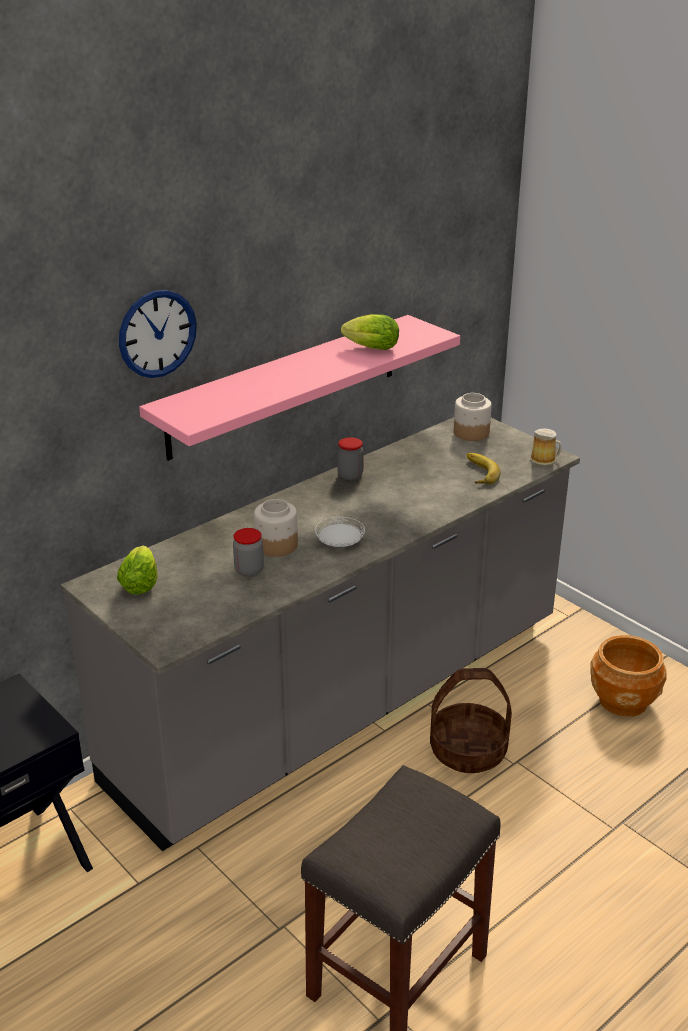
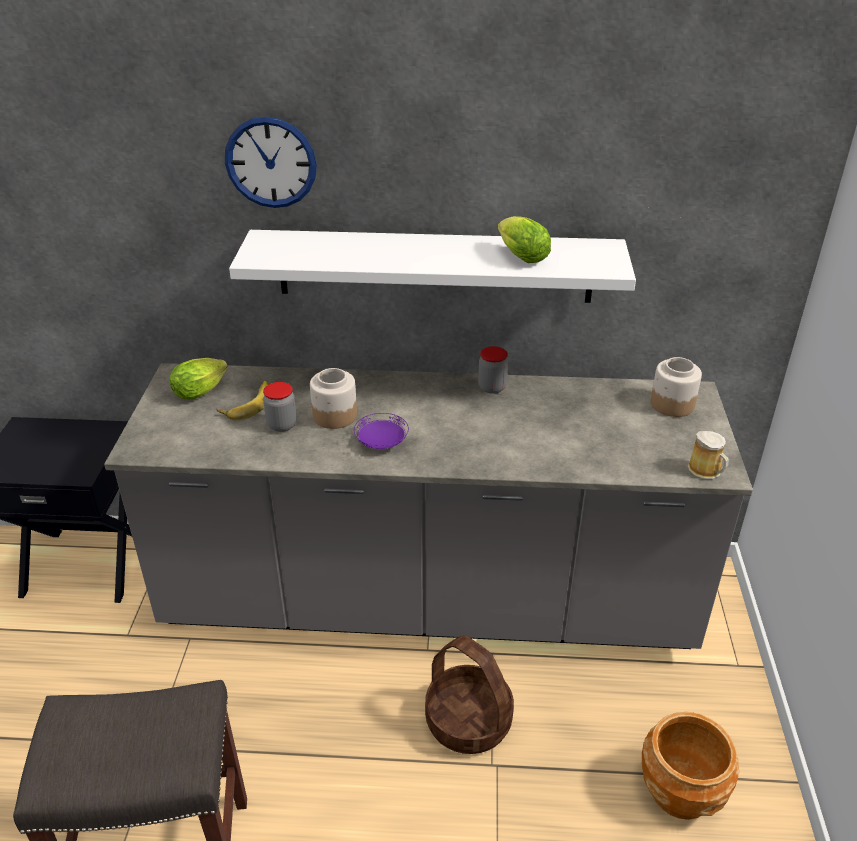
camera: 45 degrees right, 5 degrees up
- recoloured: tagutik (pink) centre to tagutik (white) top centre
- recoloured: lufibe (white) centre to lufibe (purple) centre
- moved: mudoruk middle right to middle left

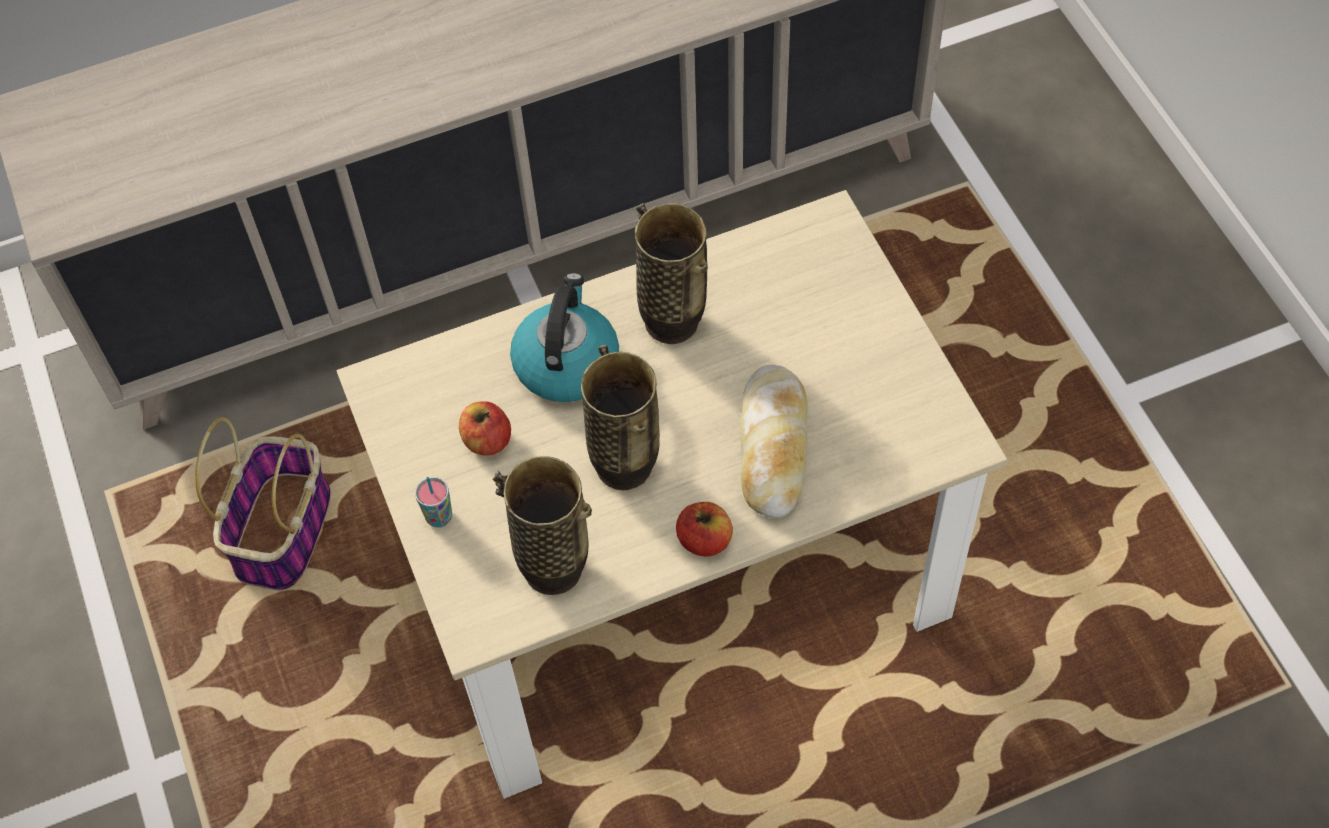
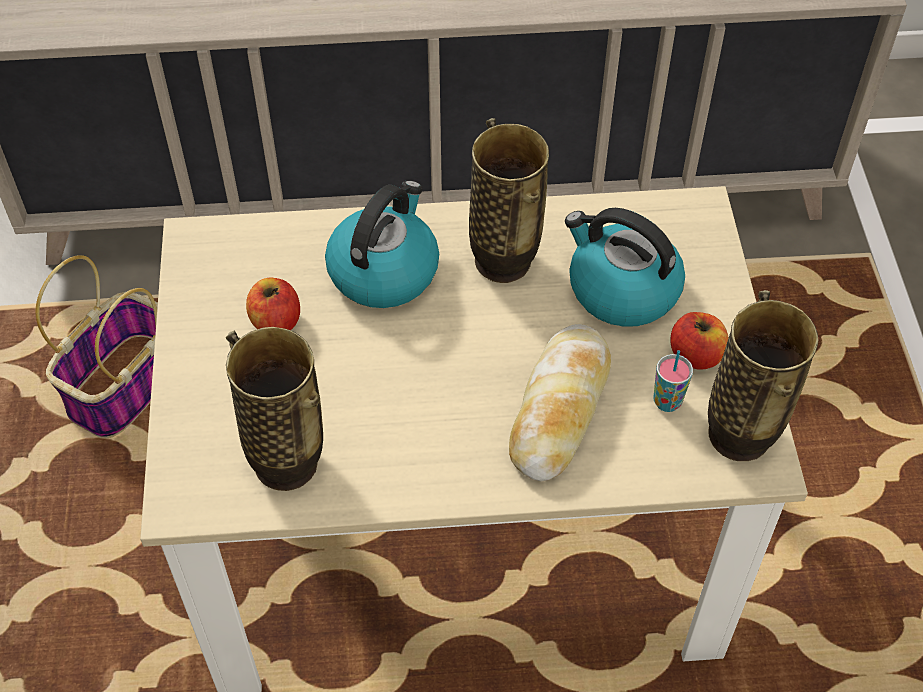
camera: 15 degrees right, 5 degrees down
- moved: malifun middle left to middle right
- moved: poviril (2nd from left in the first image) centre to poviril (3rd from left) middle right
- moved: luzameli (2nd from left) centre to middle right
- added: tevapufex (2nd from left) middle right

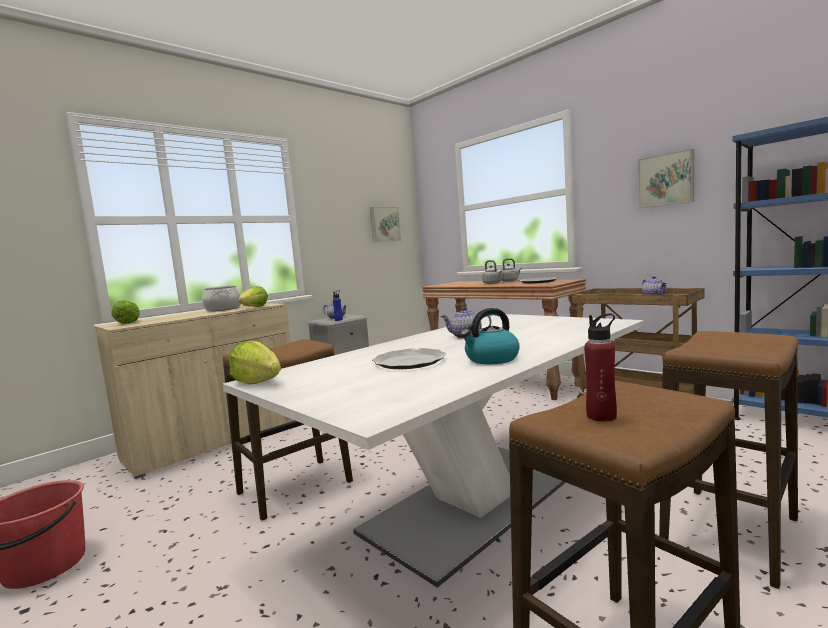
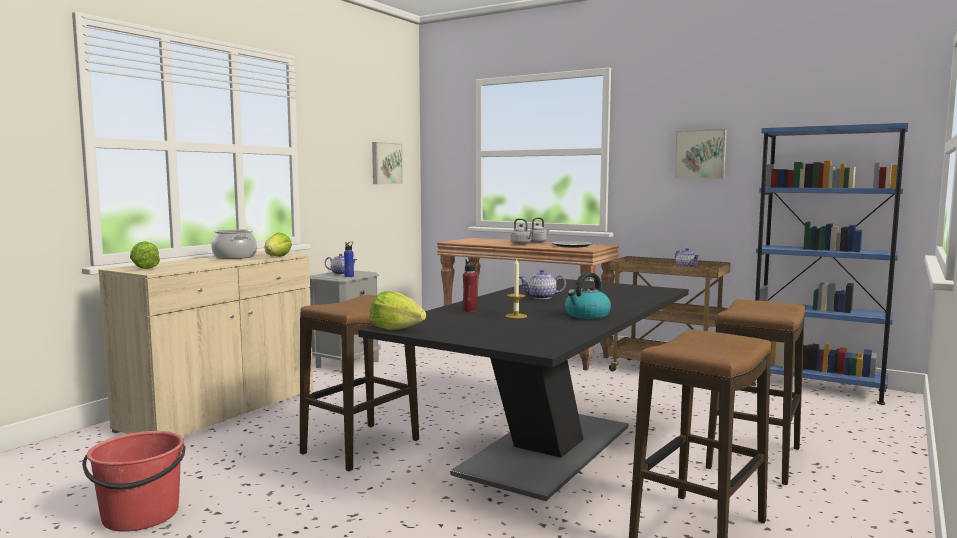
camera: 15 degrees left, 0 degrees up
- recoloured: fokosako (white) bottom centre to fokosako (black) bottom centre
- replaced: lufibe (1st from left) centre to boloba centre
- moved: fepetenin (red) middle right to centre

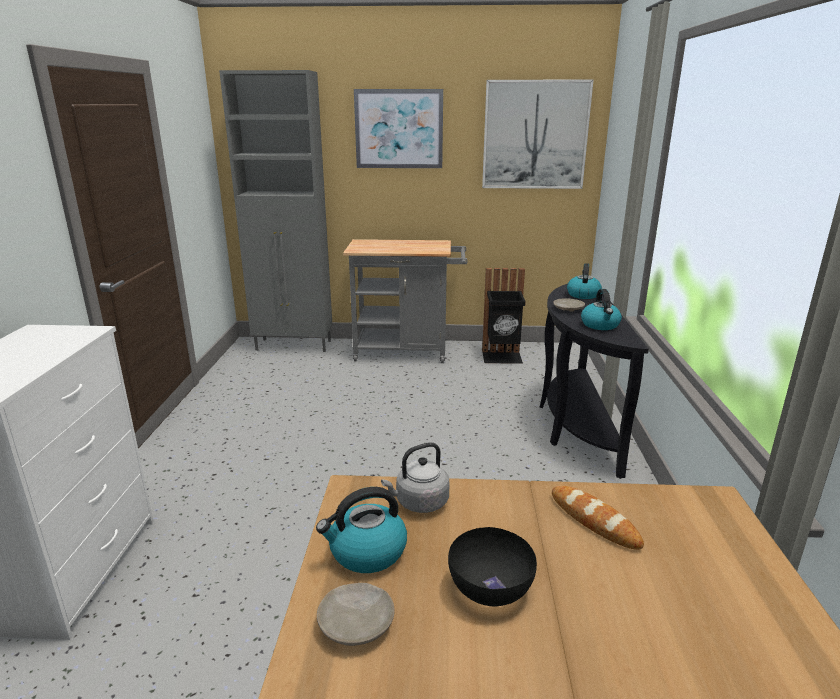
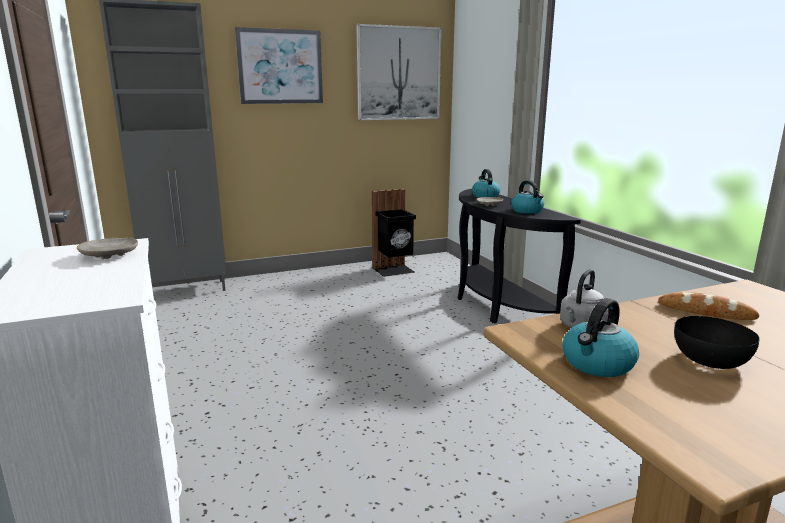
camera: 25 degrees left, 5 degrees down
- moved: lufibe (beige) (1st from left) bottom centre to middle left
- removed: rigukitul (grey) centre

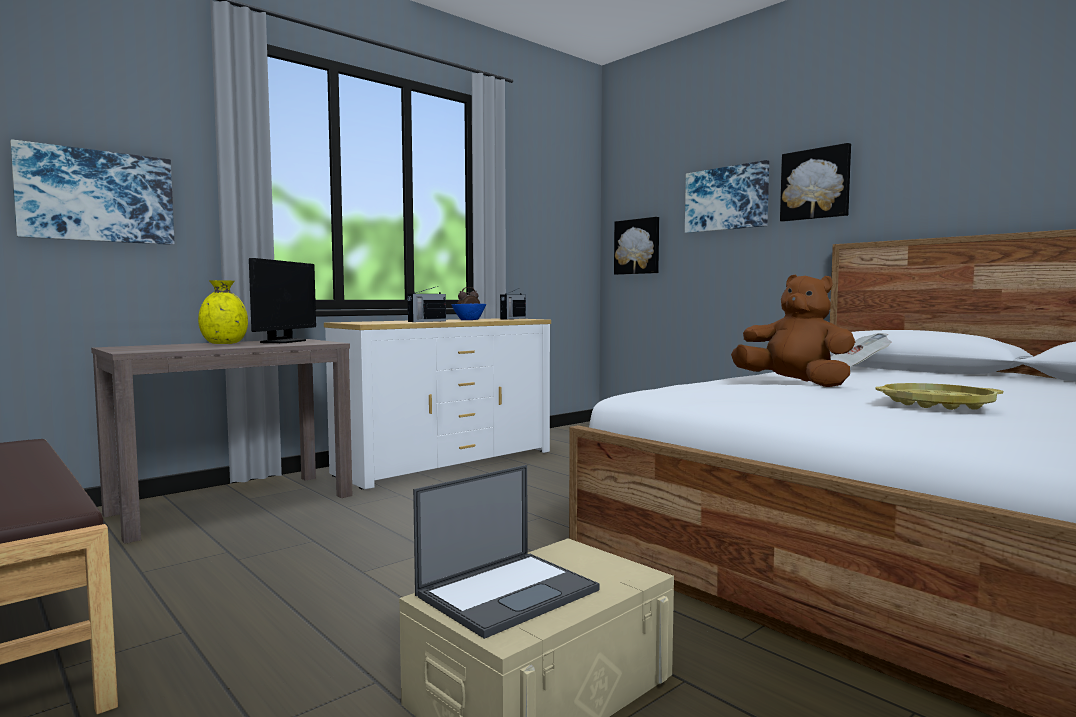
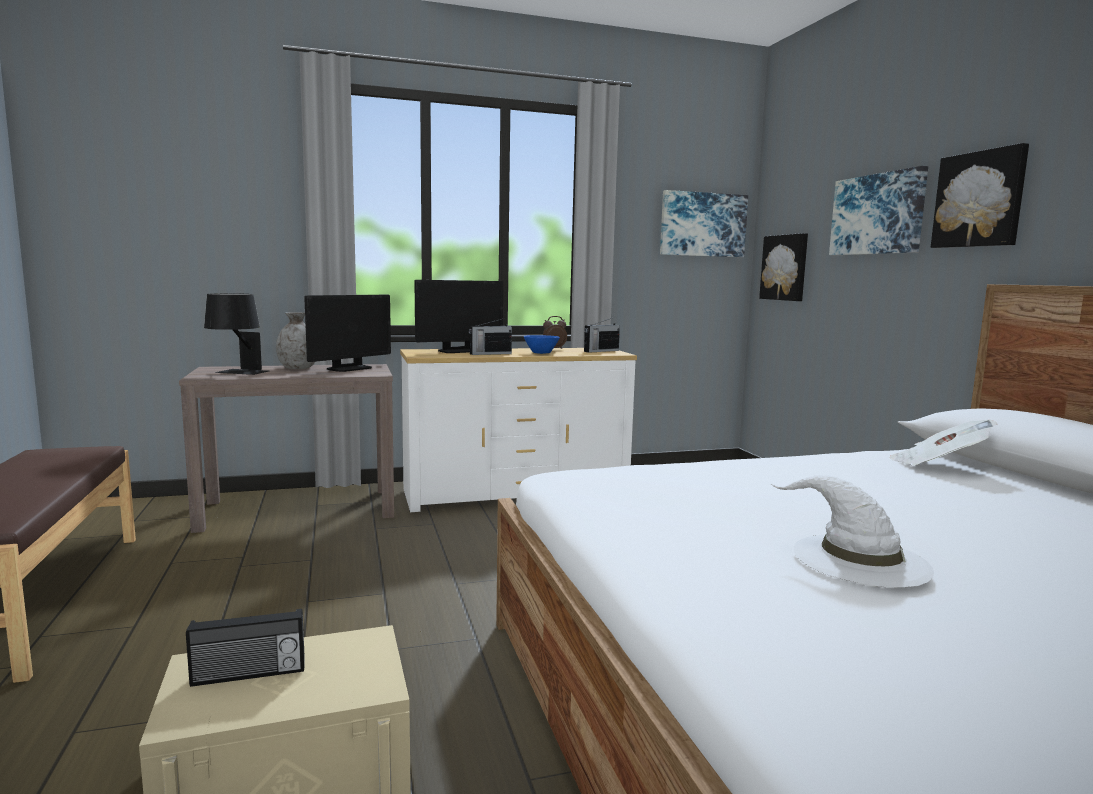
camera: 25 degrees right, 5 degrees up
- moved: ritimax (1st from left) top left to top centre
- recoloured: poviril (yellow) middle left to poviril (grey) middle left
- replaced: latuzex bottom centre to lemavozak (1st from left) bottom left
- removed: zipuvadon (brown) middle right
- replaced: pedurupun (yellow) middle right to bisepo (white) bottom right
- added: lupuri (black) middle left
- added: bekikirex (2nd from left) centre

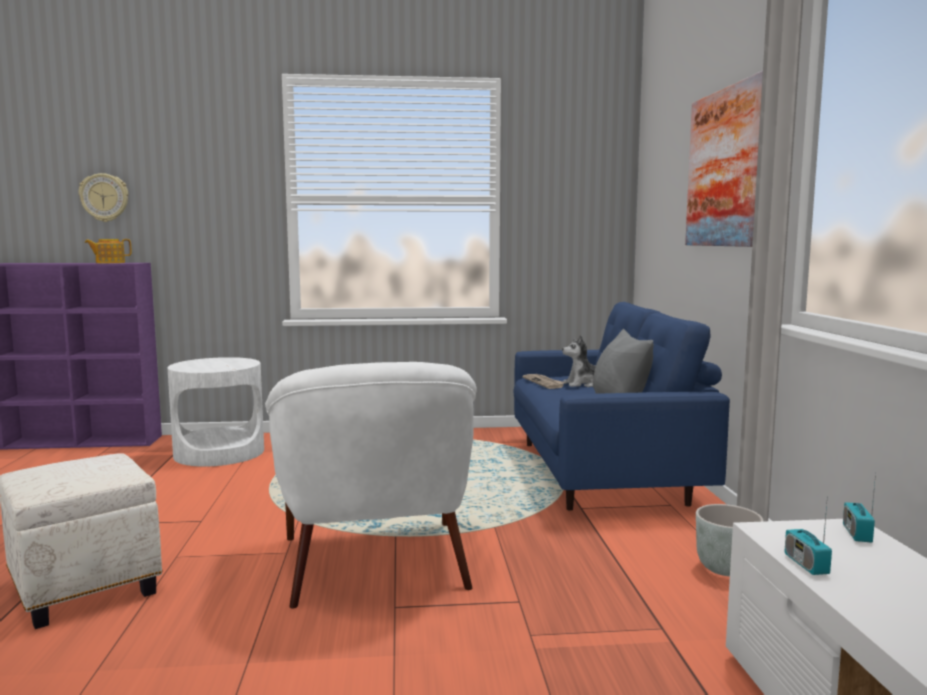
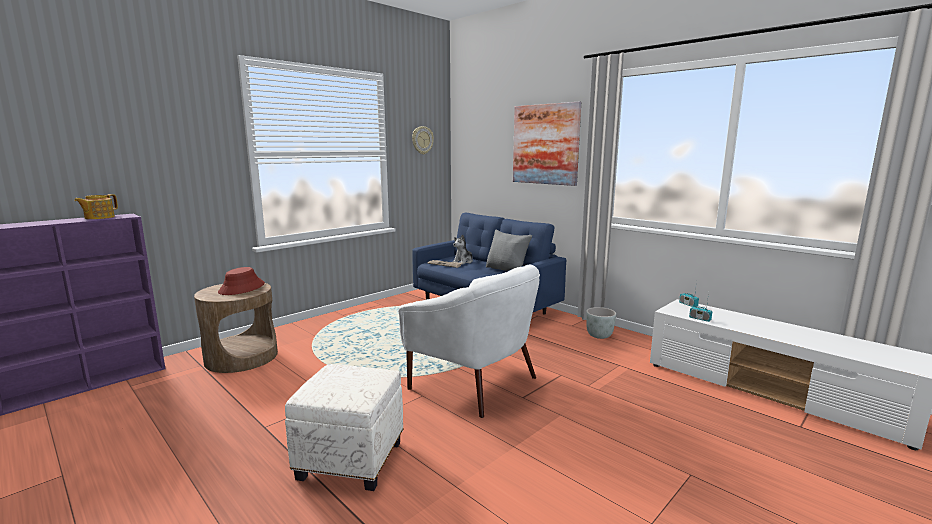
camera: 40 degrees left, 5 degrees up
- moved: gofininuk top left to top centre
- recoloured: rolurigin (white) middle left to rolurigin (brown) middle left
- added: bisepo (red) middle left

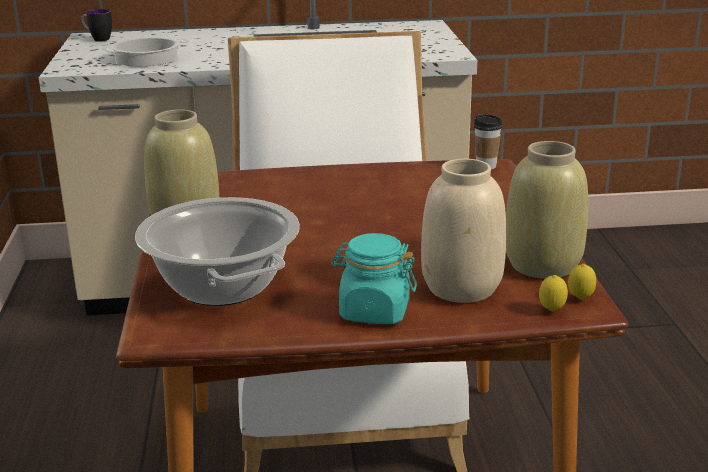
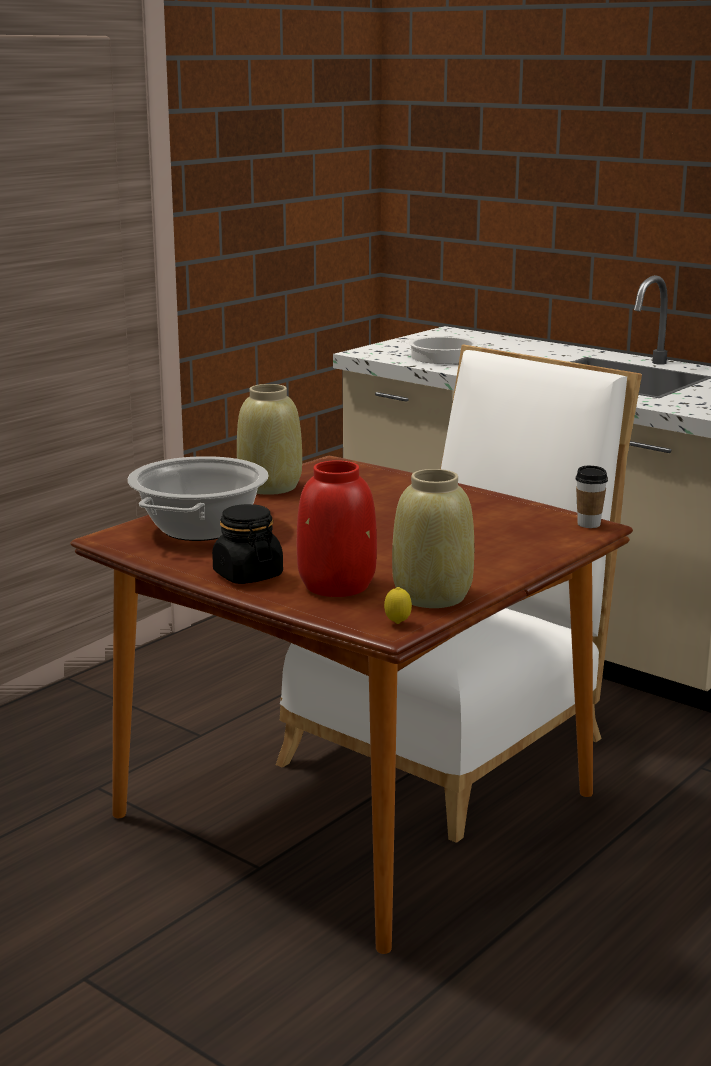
camera: 45 degrees right, 5 degrees down
- removed: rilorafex top left
- recoloured: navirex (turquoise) centre to navirex (black) centre
- recoloured: poviril (beige) (2nd from left) centre to poviril (red) centre
- removed: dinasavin (1st from left) middle right

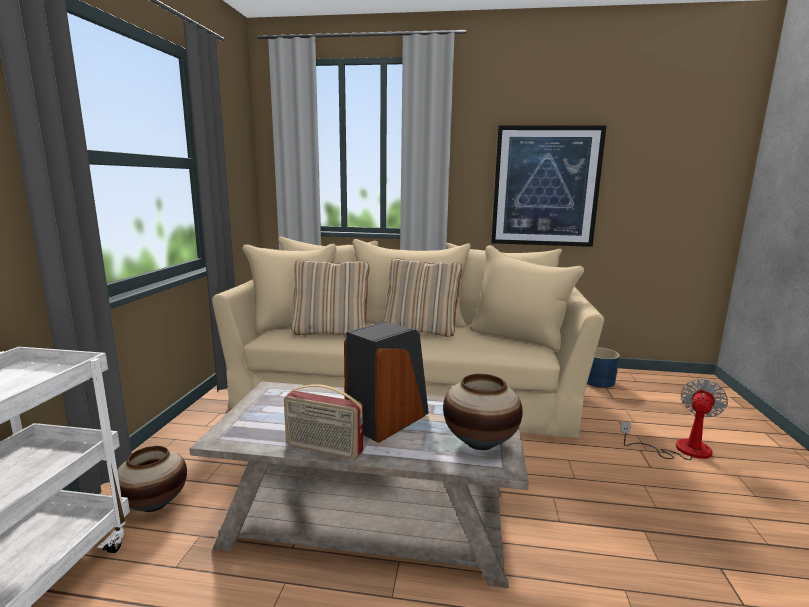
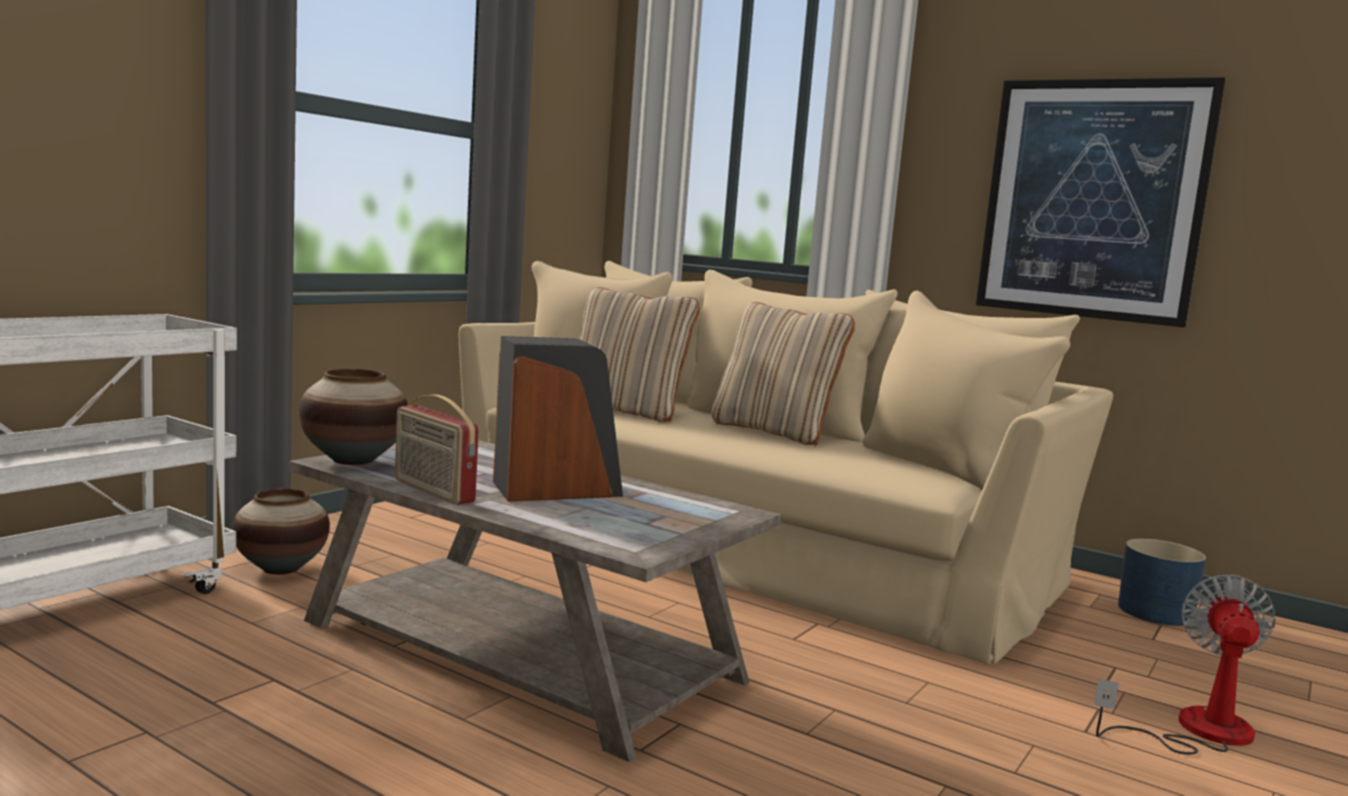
camera: 25 degrees right, 5 degrees down
- moved: poviril (2nd from left) bottom centre to middle left
- turned: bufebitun bottom right = bottom right 45 degrees counterclockwise

